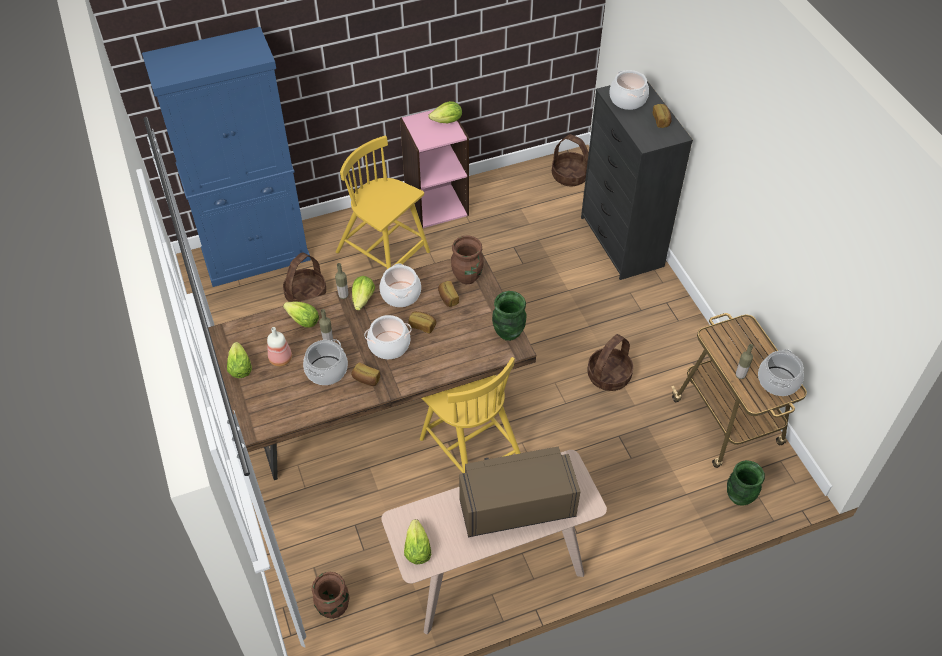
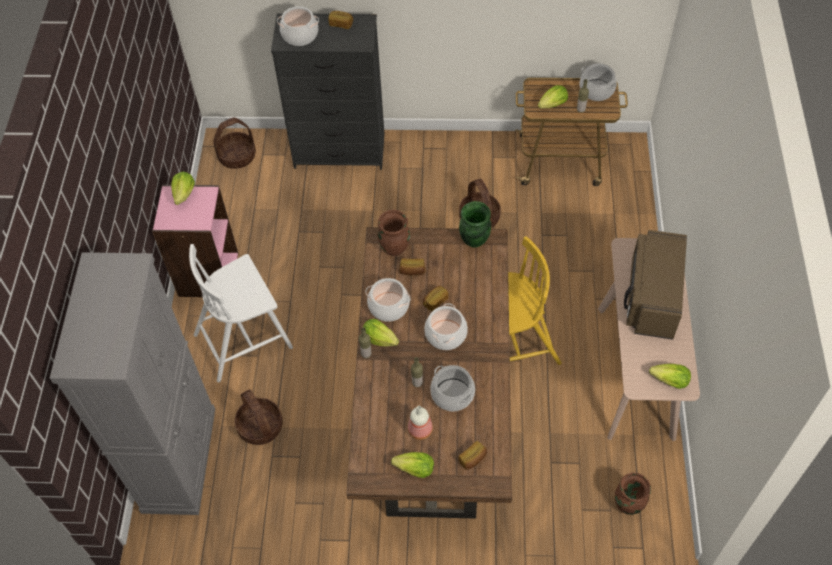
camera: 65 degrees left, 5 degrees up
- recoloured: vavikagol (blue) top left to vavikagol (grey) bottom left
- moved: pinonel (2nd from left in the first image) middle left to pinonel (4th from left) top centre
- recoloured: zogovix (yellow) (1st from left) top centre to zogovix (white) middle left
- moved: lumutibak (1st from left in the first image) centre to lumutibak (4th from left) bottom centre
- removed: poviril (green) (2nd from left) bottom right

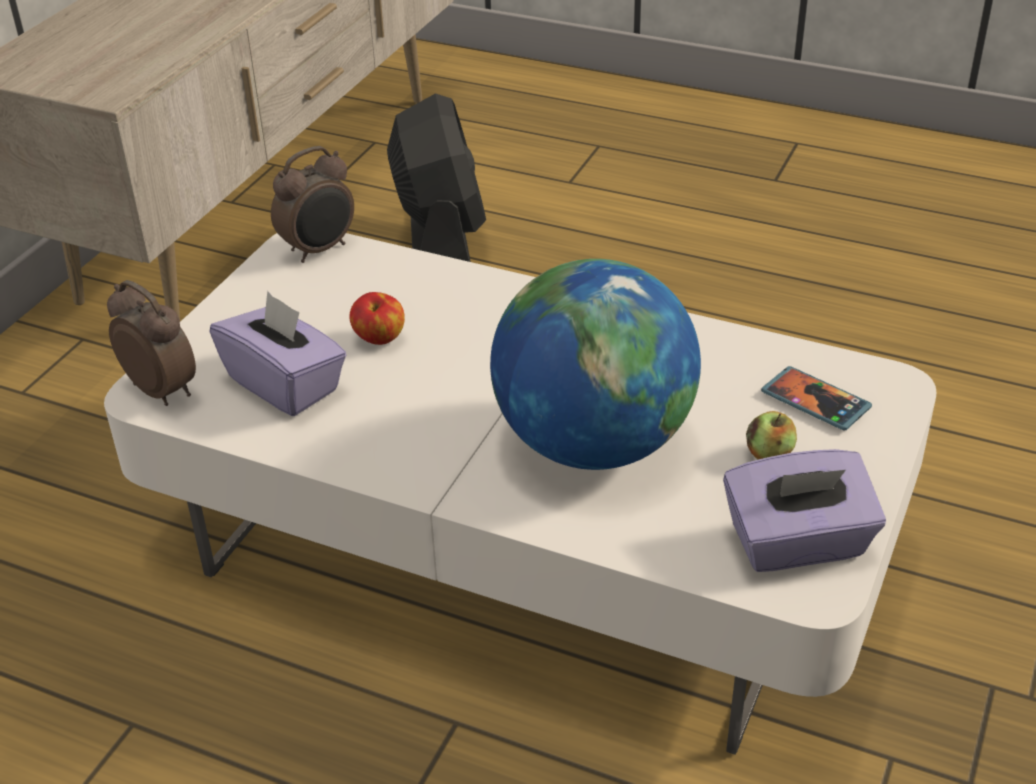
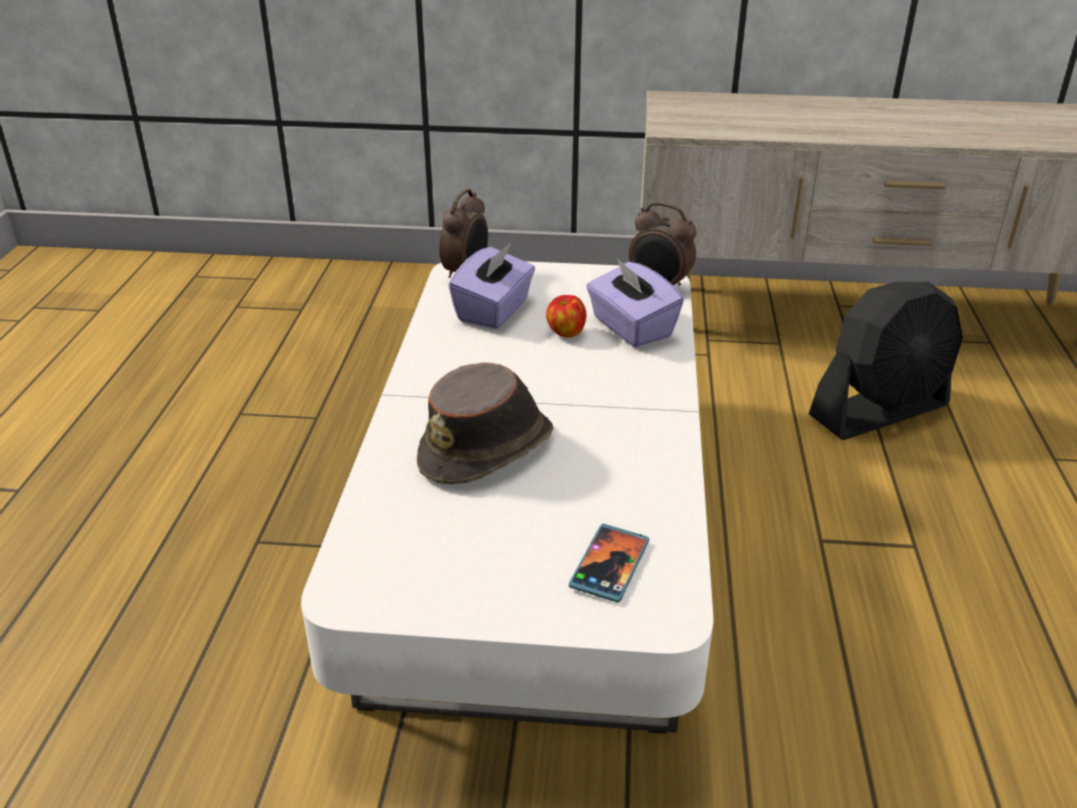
camera: 70 degrees right, 5 degrees down
- replaced: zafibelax centre to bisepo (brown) centre
- moved: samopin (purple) (2nd from left) middle right to centre
- removed: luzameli (2nd from left) middle right

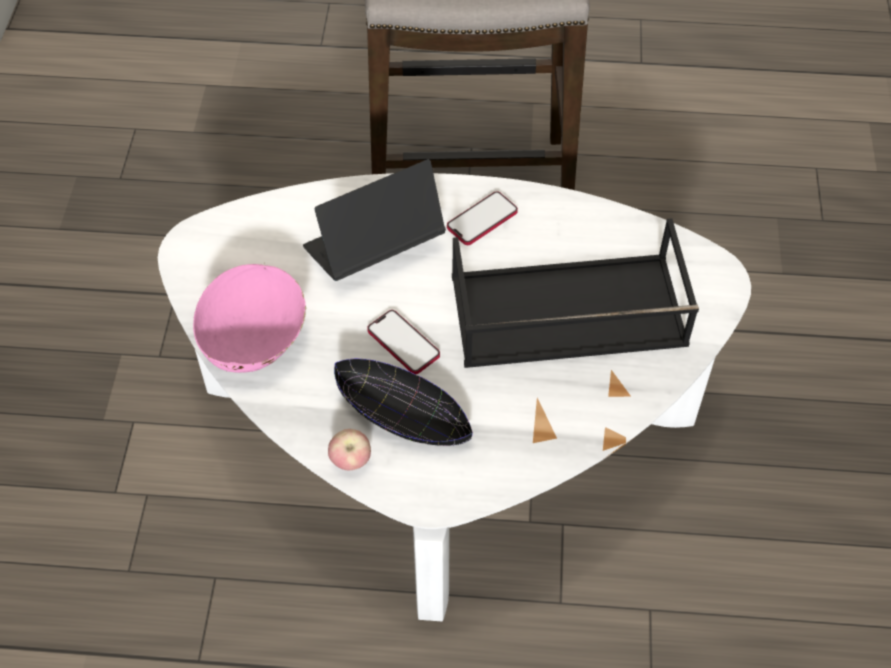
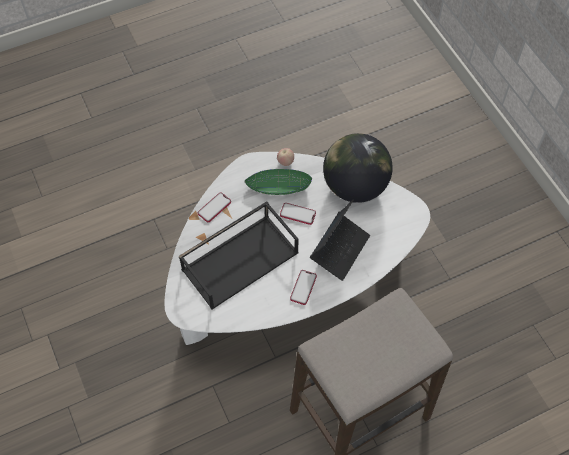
camera: 150 degrees right, 5 degrees up
- replaced: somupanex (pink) middle left to zafibelax centre
- recoloured: somupanex (black) centre to somupanex (green) centre
- added: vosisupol (1st from left) centre

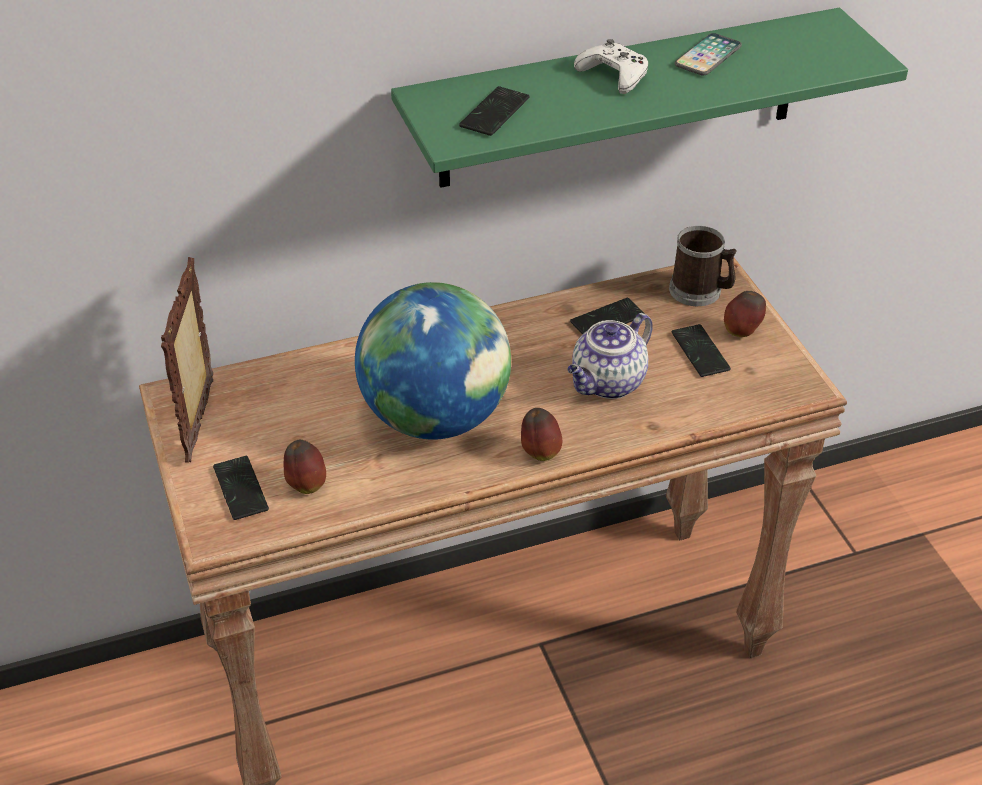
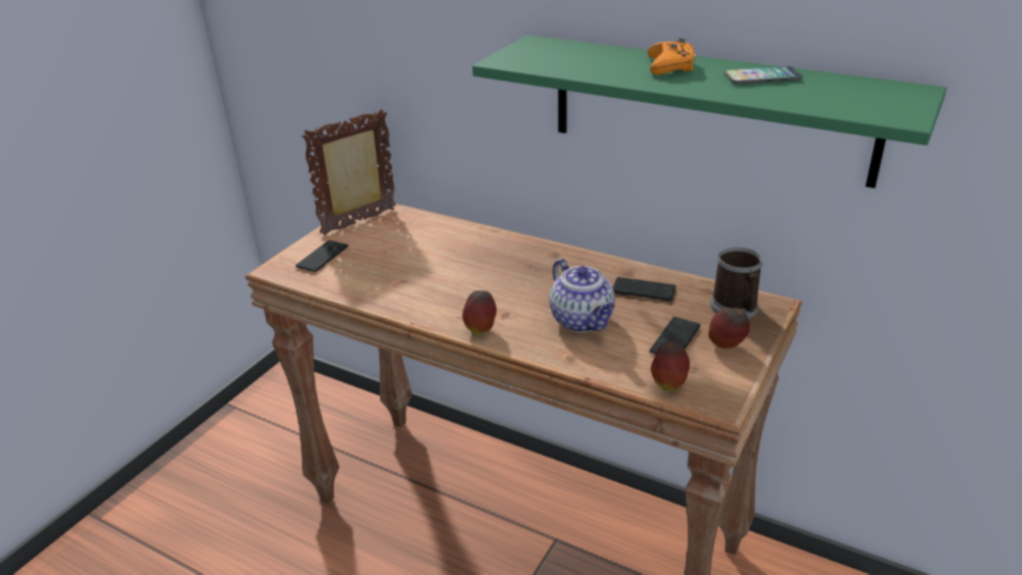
camera: 50 degrees right, 10 degrees down
- moved: luzameli (1st from left in the first image) middle left to luzameli (2nd from left) centre
- removed: zafibelax centre
- removed: vosisupol (2nd from left) top centre
- turned: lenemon centre = centre 120 degrees counterclockwise
- recoloured: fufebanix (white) top centre to fufebanix (orange) top centre

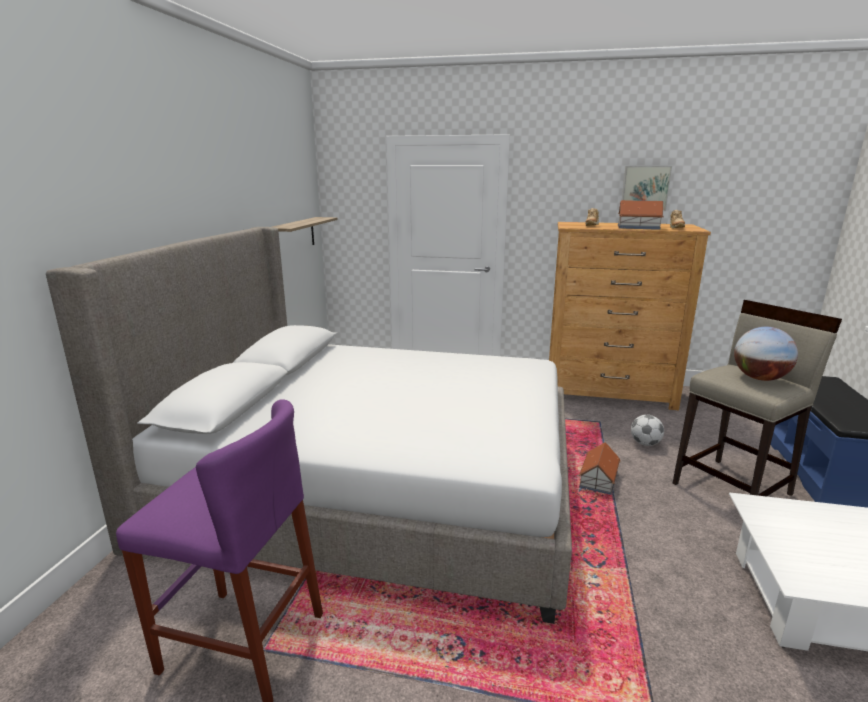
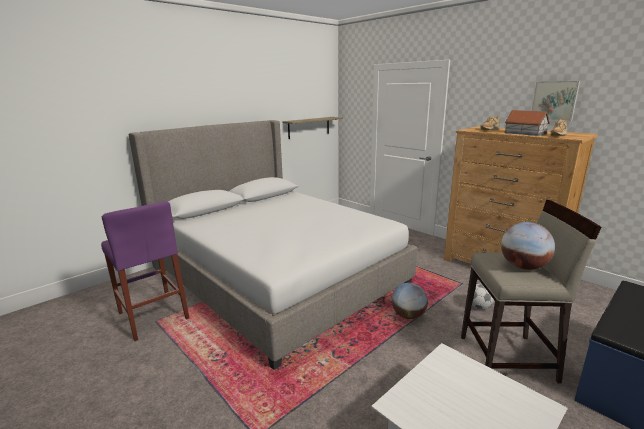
camera: 35 degrees right, 0 degrees up
- replaced: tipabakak (1st from left) bottom right to zafibelax (1st from left) bottom centre

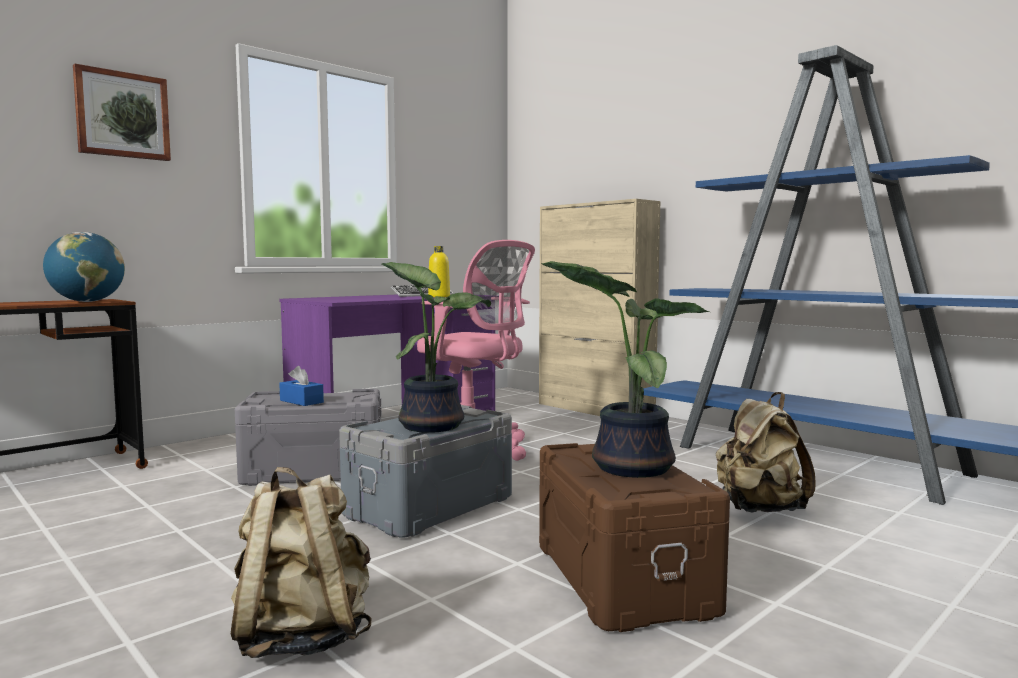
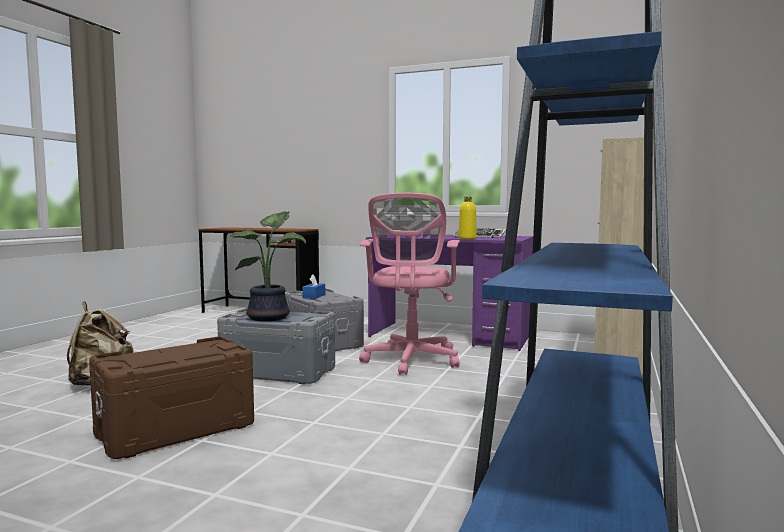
camera: 65 degrees right, 0 degrees up
- removed: zafibelax middle left
- removed: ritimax top left
- removed: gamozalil (2nd from left) centre
- removed: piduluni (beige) (2nd from left) bottom right

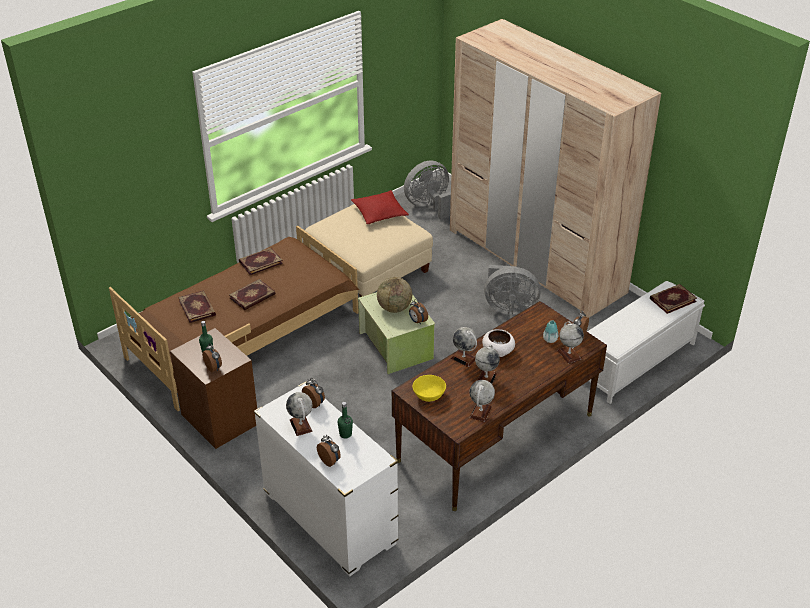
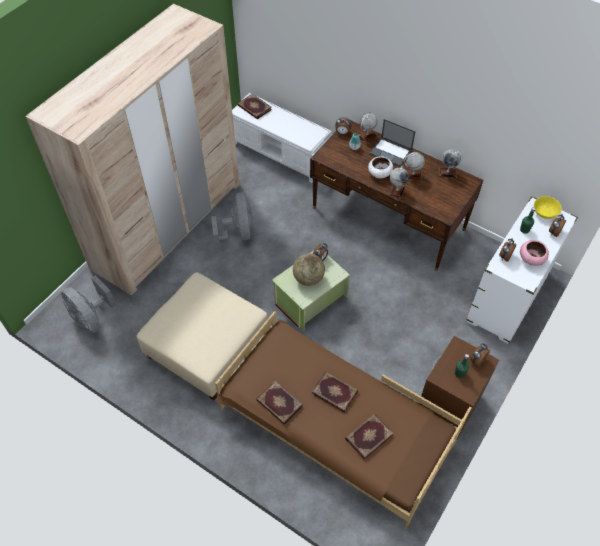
camera: 105 degrees left, 15 degrees up
- replaced: zafibelax (1st from left) bottom centre to somupanex (pink) middle right
- removed: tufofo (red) centre
- moved: somupanex (yellow) centre to middle right
- added: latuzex top centre

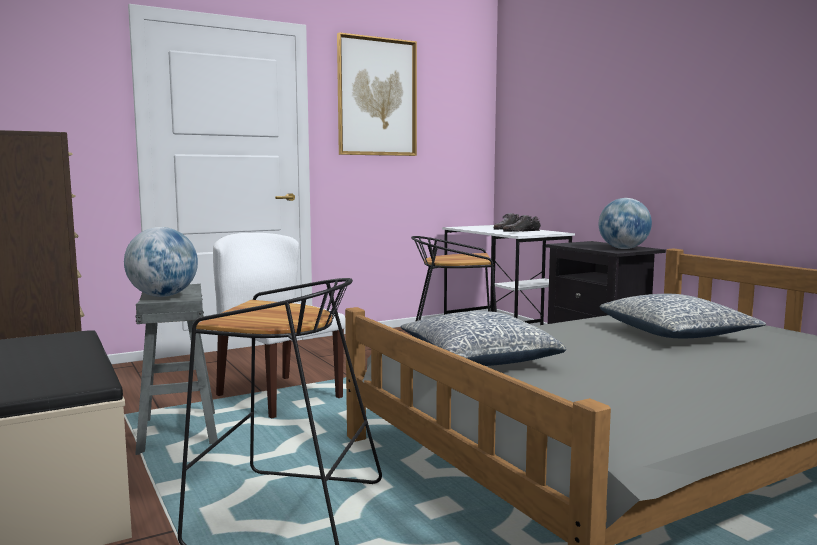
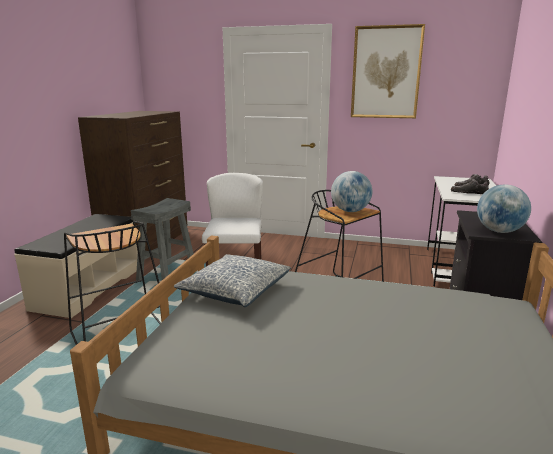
camera: 45 degrees right, 10 degrees up
- moved: zafibelax (1st from left) middle left to centre
- removed: tufofo (2nd from left) middle right

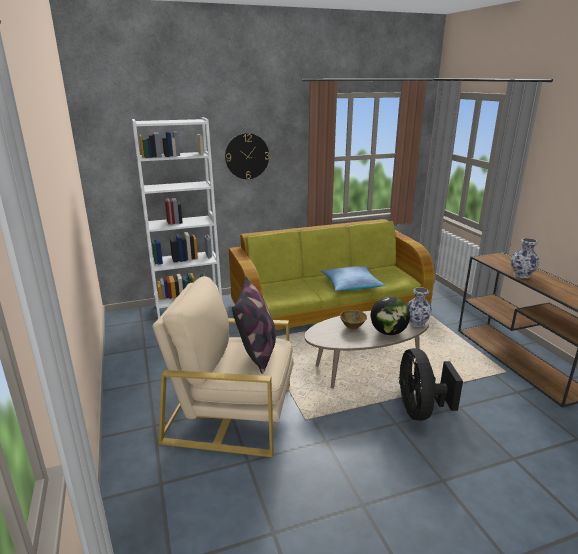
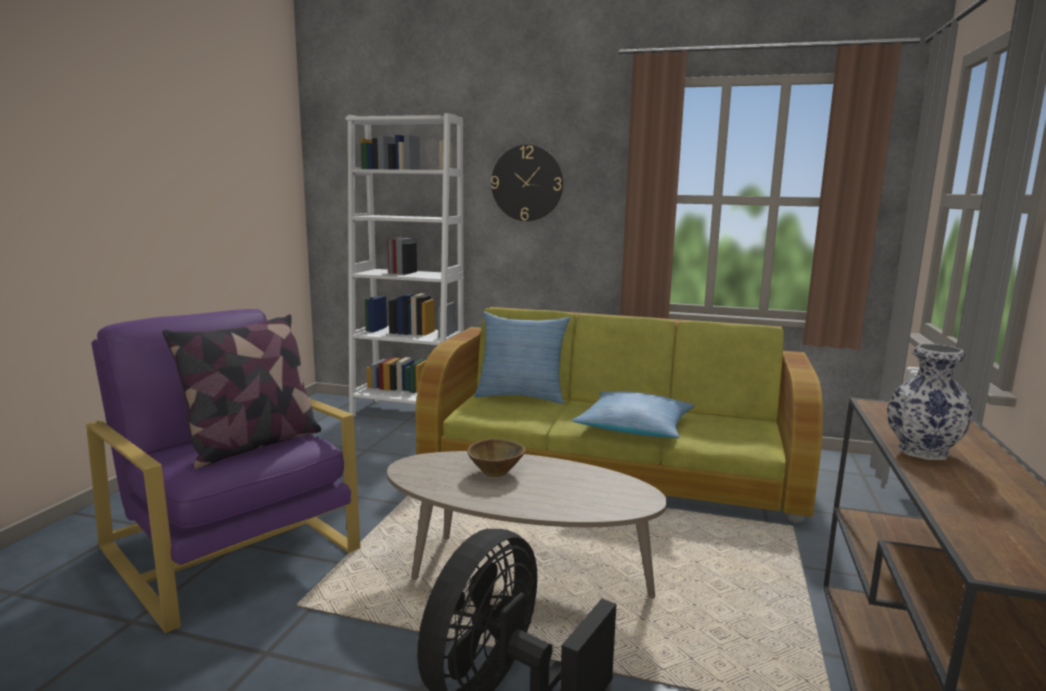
camera: 35 degrees right, 10 degrees down
- recoloured: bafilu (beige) centre to bafilu (purple) bottom left
- removed: zafibelax middle right
- removed: poviril (1st from left) middle right
- added: tufofo (2nd from left) centre

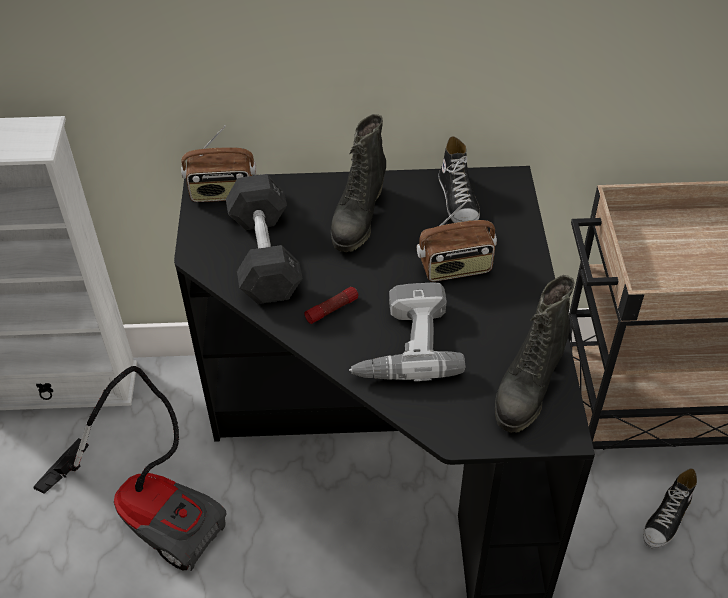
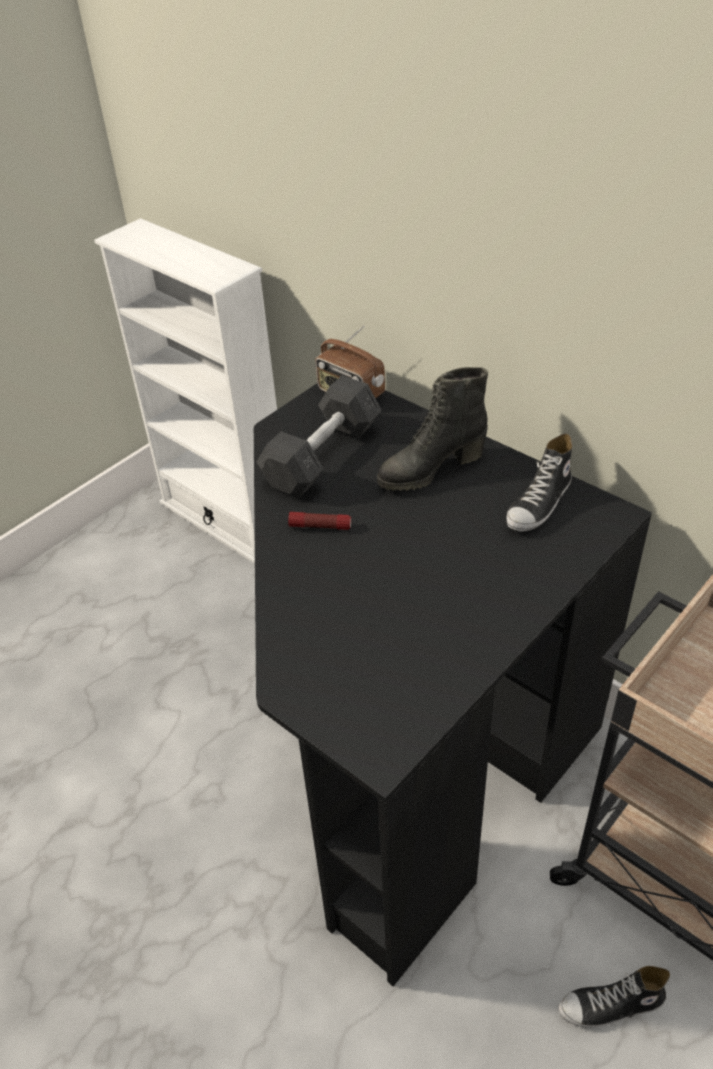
camera: 45 degrees right, 5 degrees down
- removed: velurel bottom left
- removed: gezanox centre
- removed: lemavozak (2nd from left) centre
- removed: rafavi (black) (2nd from left) middle right

